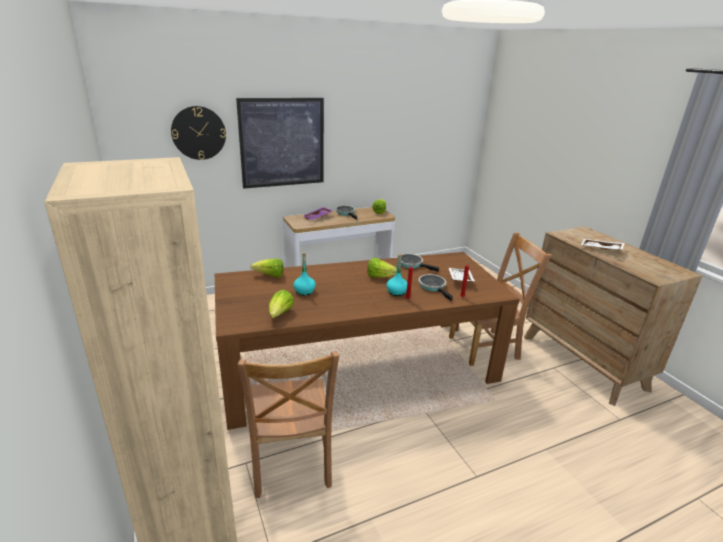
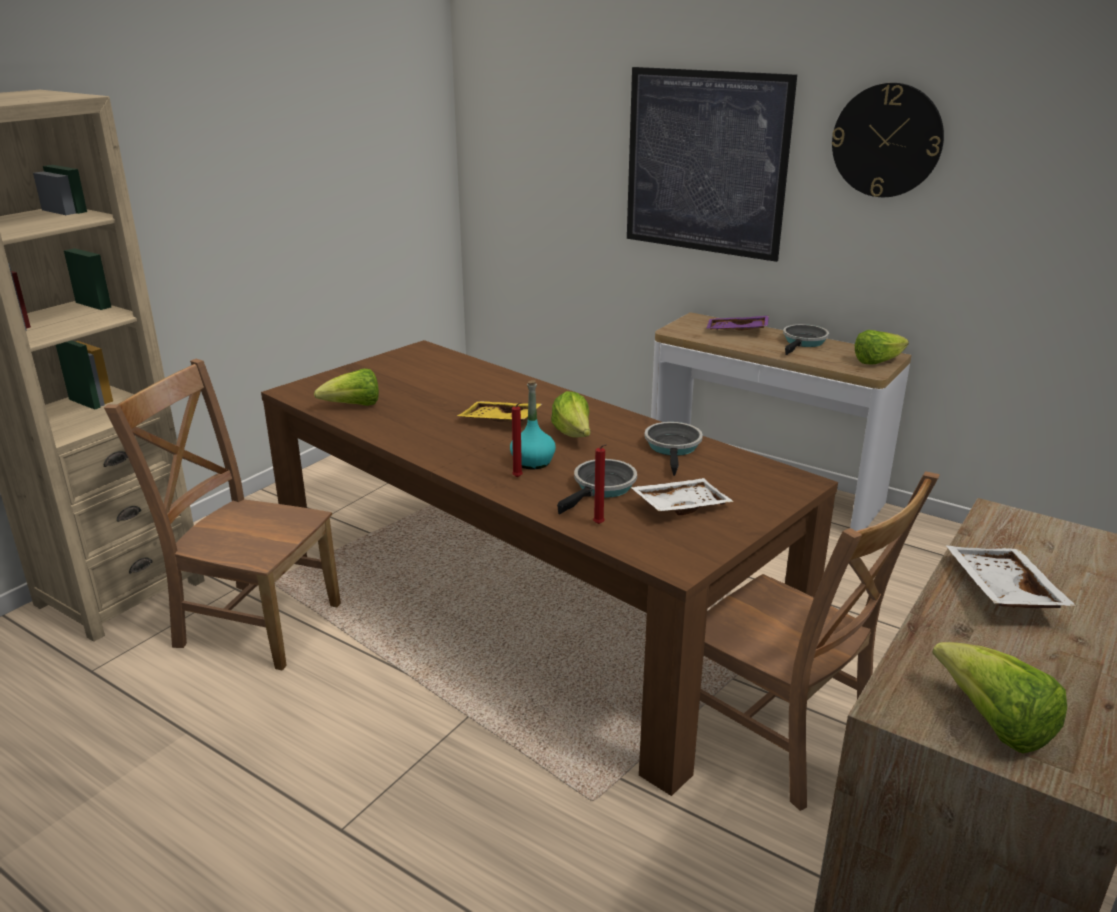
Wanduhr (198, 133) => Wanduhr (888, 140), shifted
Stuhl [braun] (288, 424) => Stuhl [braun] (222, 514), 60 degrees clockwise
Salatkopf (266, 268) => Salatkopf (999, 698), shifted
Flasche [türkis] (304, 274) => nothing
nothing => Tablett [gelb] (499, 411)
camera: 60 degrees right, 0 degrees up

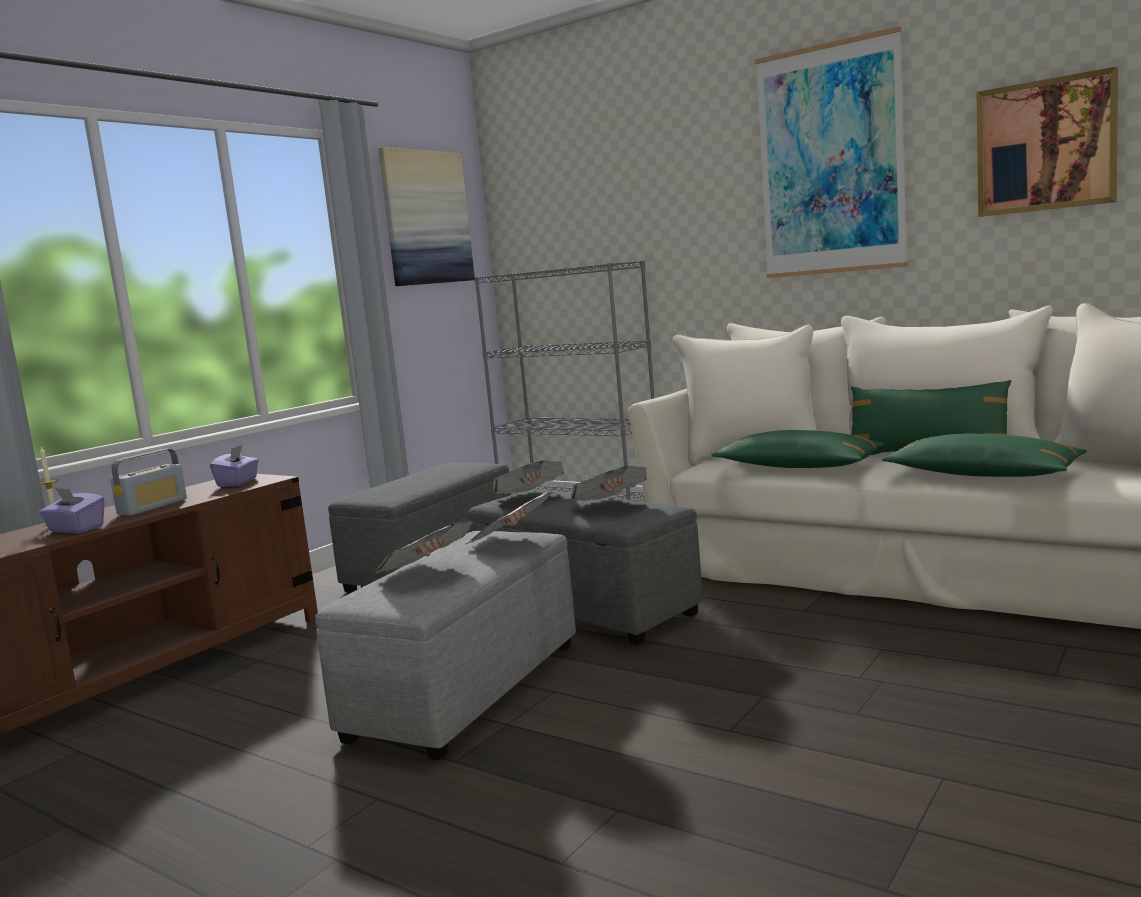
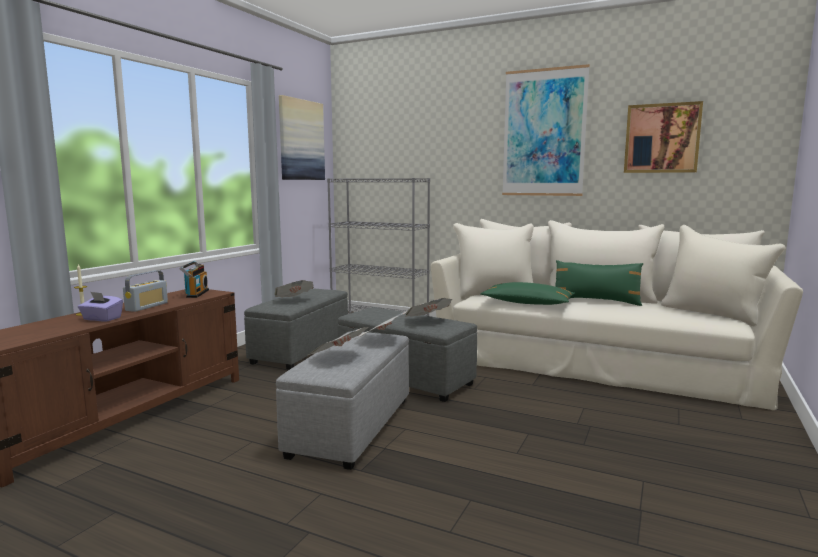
Taschentuchbox [lila] (234, 465) => Radio (194, 279)
Zeitung (528, 477) => Zeitung (294, 288), shifted
Kissen [grün] (984, 455) => nothing
camera: 10 degrees left, 0 degrees up

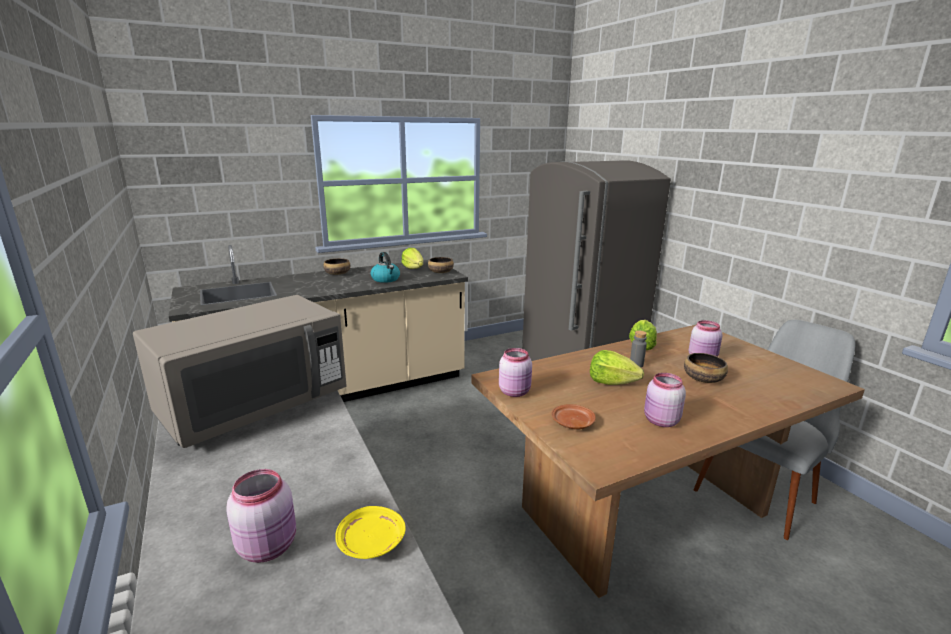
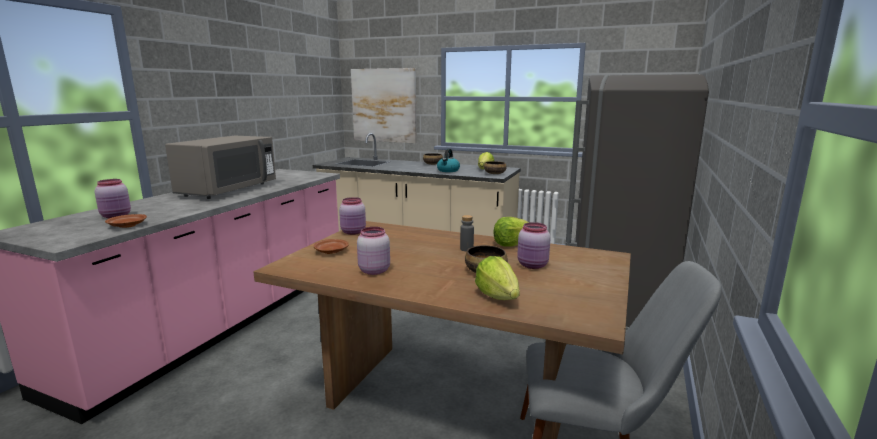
Mikrowelle [grau] (240, 371) => Mikrowelle [grau] (220, 167), 75 degrees counterclockwise
Teller [gelb] (370, 532) => Teller [braun] (126, 221)
Salatkopf (617, 367) => Salatkopf (497, 278), shifted
nothing => Bild (384, 105)
camera: 50 degrees right, 5 degrees down

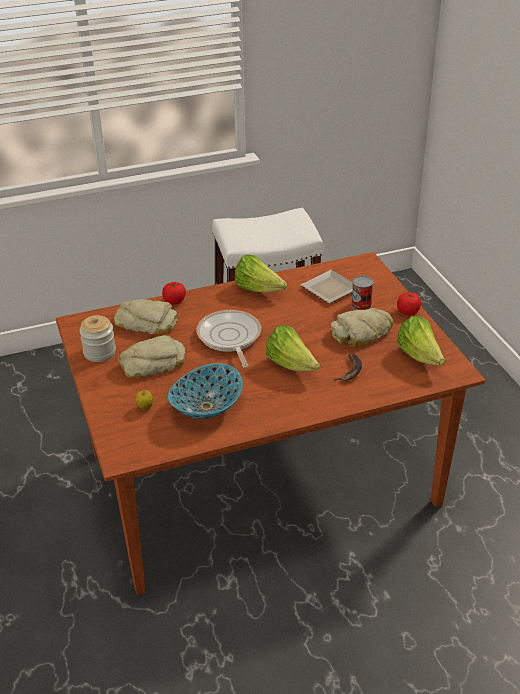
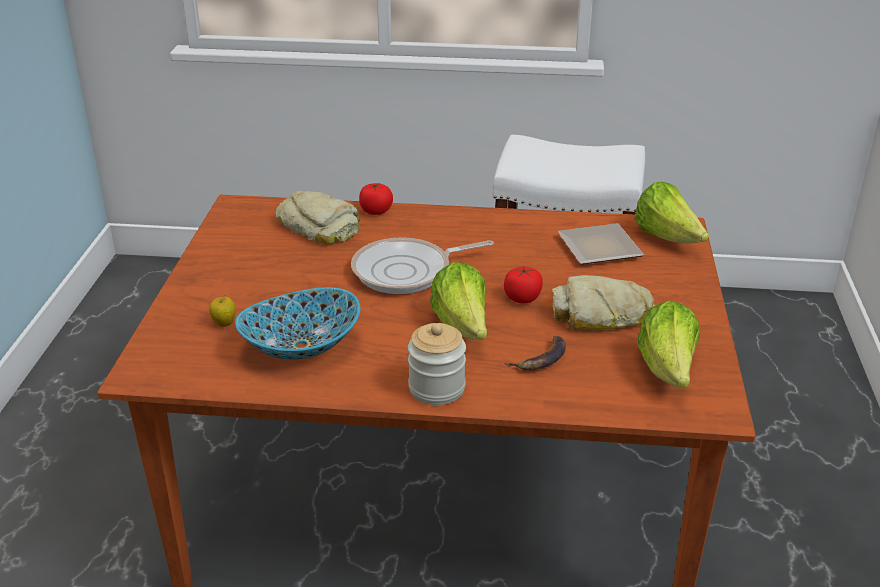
Vorratsglas (97, 338) => Vorratsglas (437, 364), shifted
Brot (151, 356) => nothing
Pfanne (228, 339) => Pfanne (422, 265), 120 degrees counterclockwise
Salatkopf (261, 273) => Salatkopf (671, 212), shifted
Dose (362, 293) => nothing
Tomate (409, 303) => Tomate (523, 285), shifted
camera: 25 degrees right, 5 degrees down

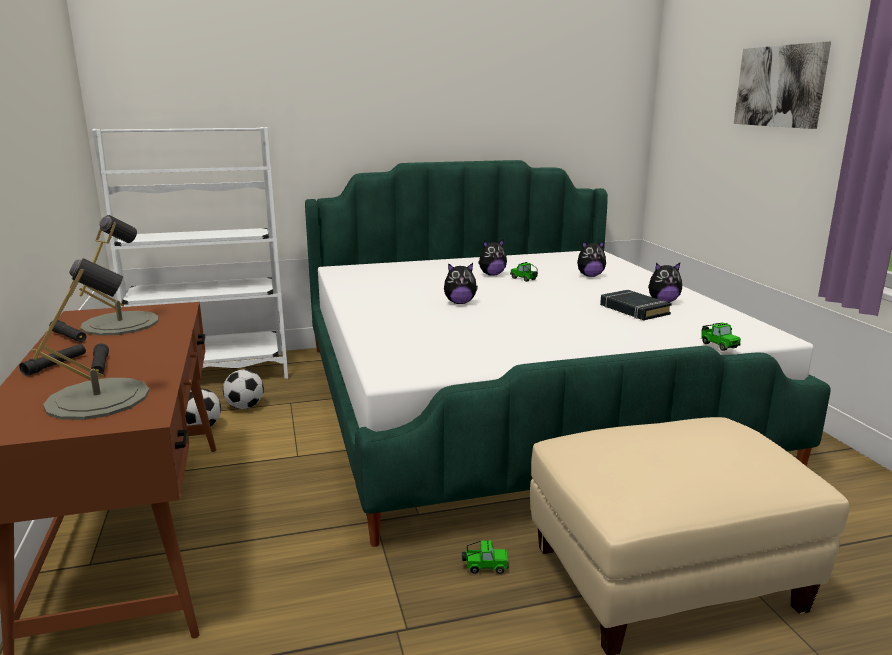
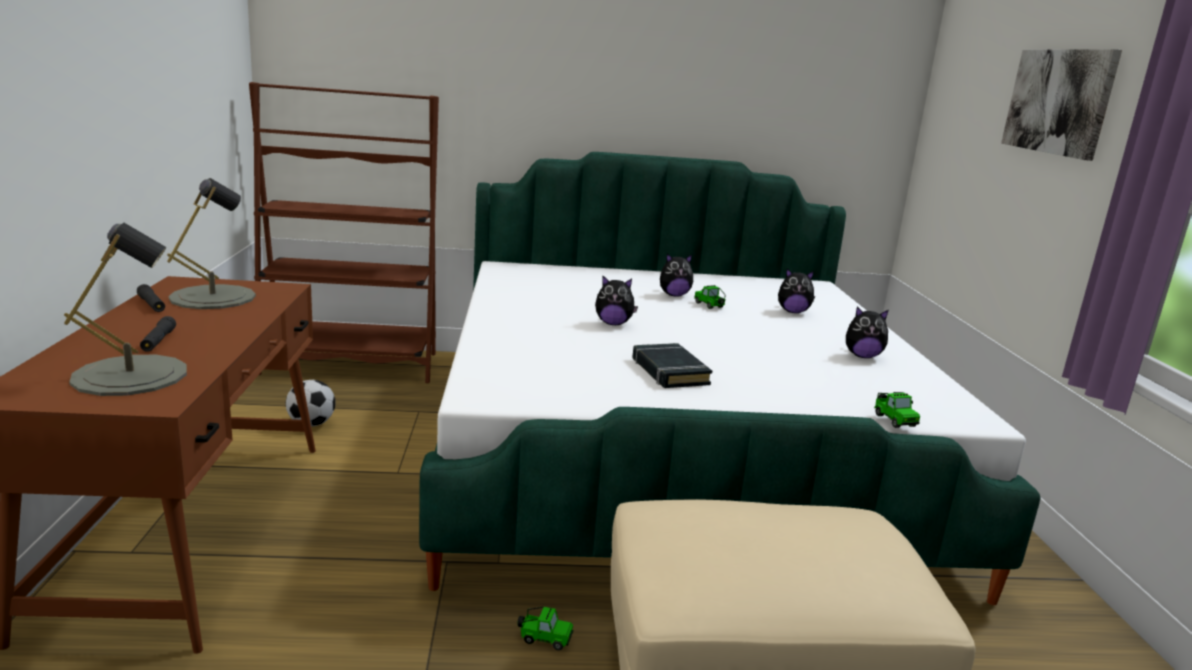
Taschenlampe [schwarz] (52, 360) => nothing
Bücherregal [weiß] (190, 253) => Bücherregal [braun] (344, 232)
Fußball (243, 389) => nothing
Buch [schwarz] (636, 305) => Buch [schwarz] (672, 365), shifted
camera: 10 degrees right, 0 degrees up

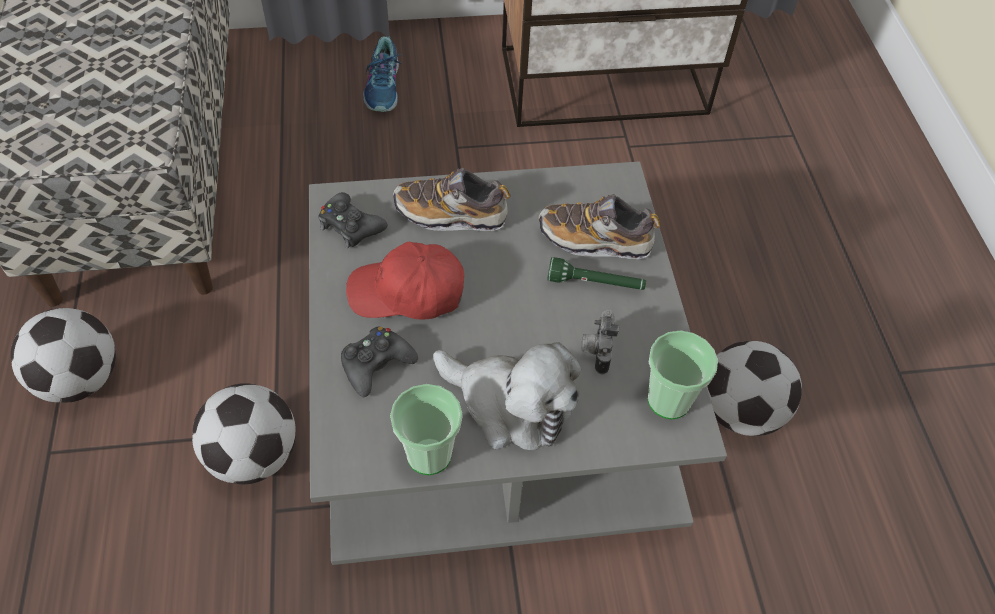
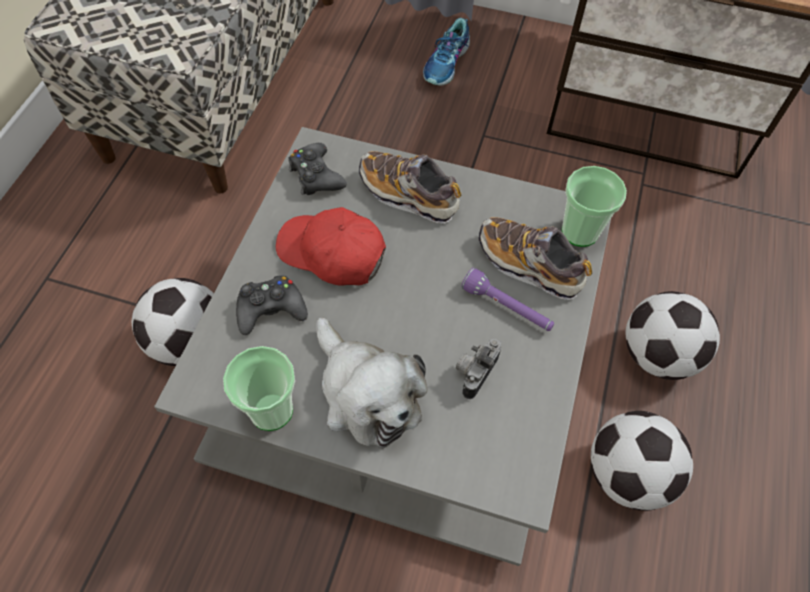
Fußball (63, 355) => Fußball (673, 335), shifted
Taschenlampe [grün] (596, 273) => Taschenlampe [lila] (507, 299)
Tasse (682, 375) => Tasse (594, 206), shifted
camera: 25 degrees right, 5 degrees up

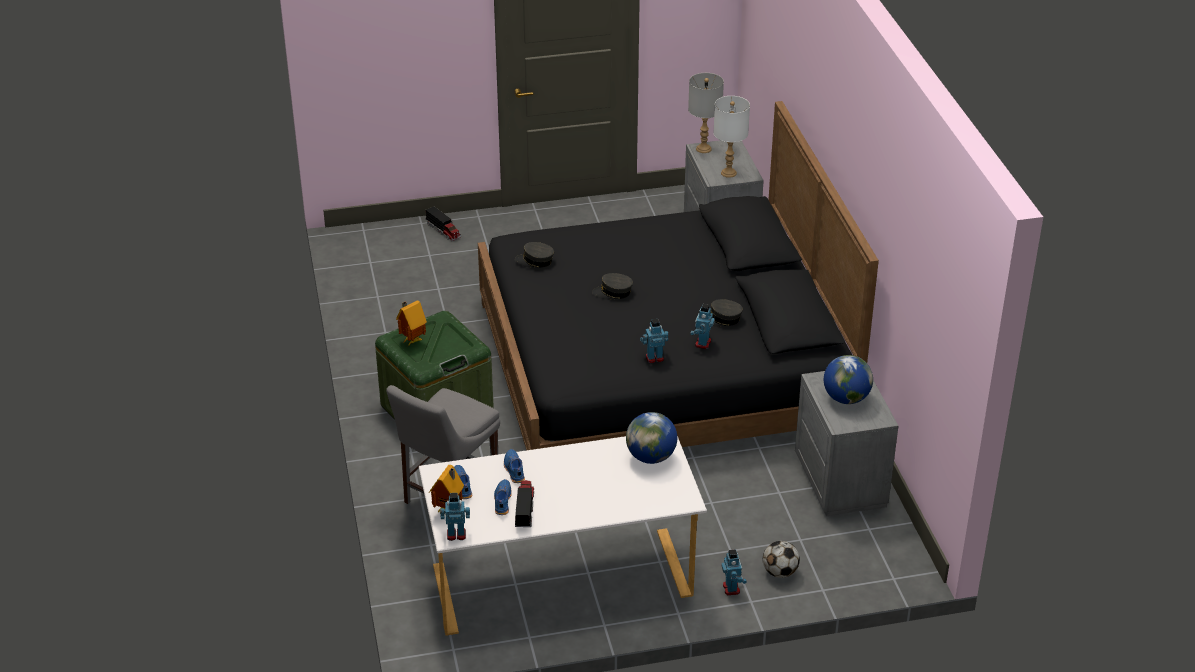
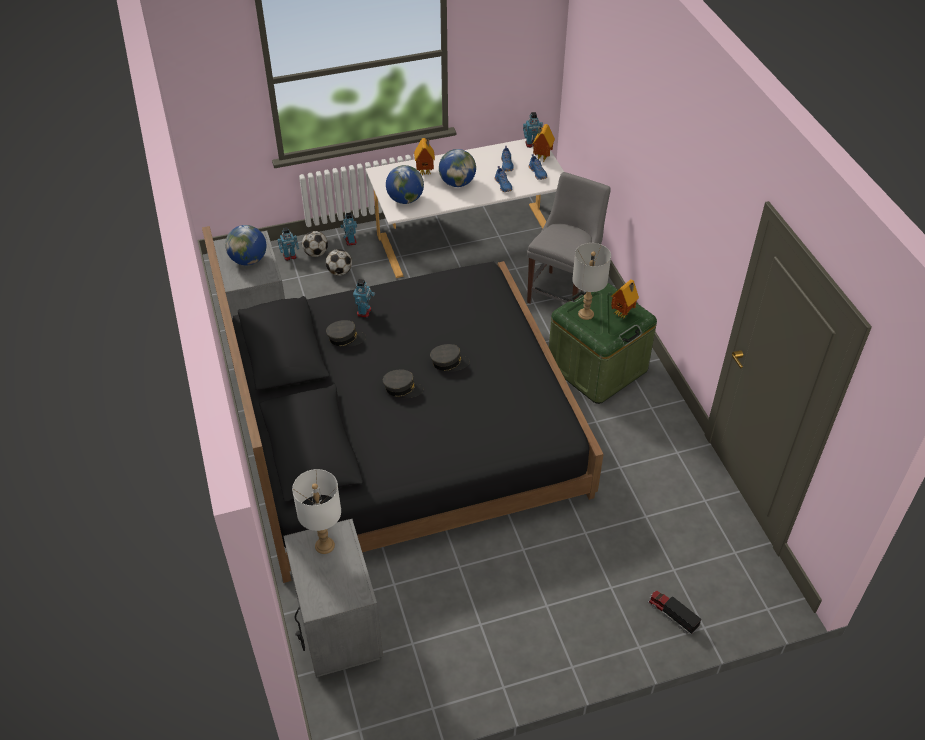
Kappe [grau] (534, 255) => Kappe [grau] (403, 384), shifted
Spielzeuglaster (524, 503) => nothing
Spielzeugroboter (654, 341) => Spielzeugroboter (288, 244), shifted
Tischlampe [grau] (706, 113) => Tischlampe [grau] (591, 281), shifted
nothing => Fußball (339, 262)
nothing => Spielzeughaus (424, 157)
nothing => Globus (457, 168)
camera: 175 degrees right, 10 degrees up

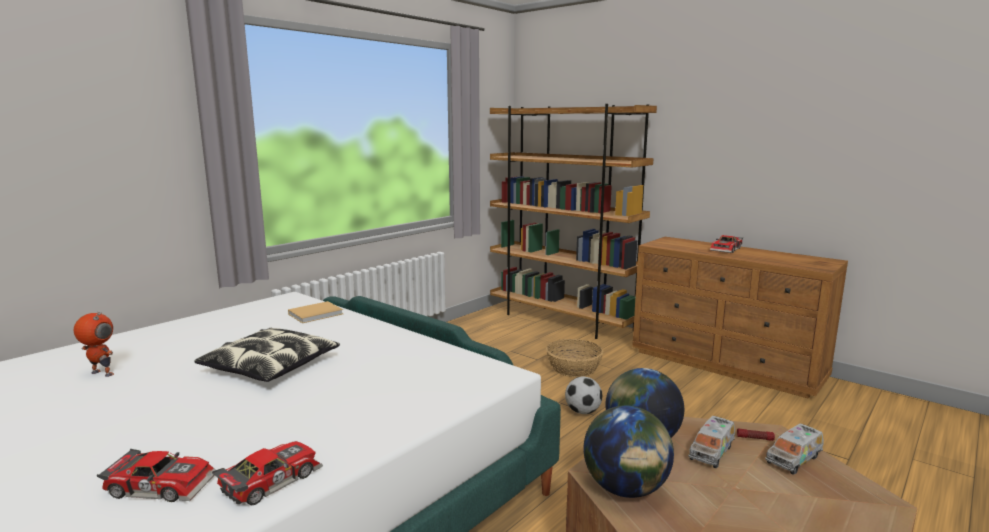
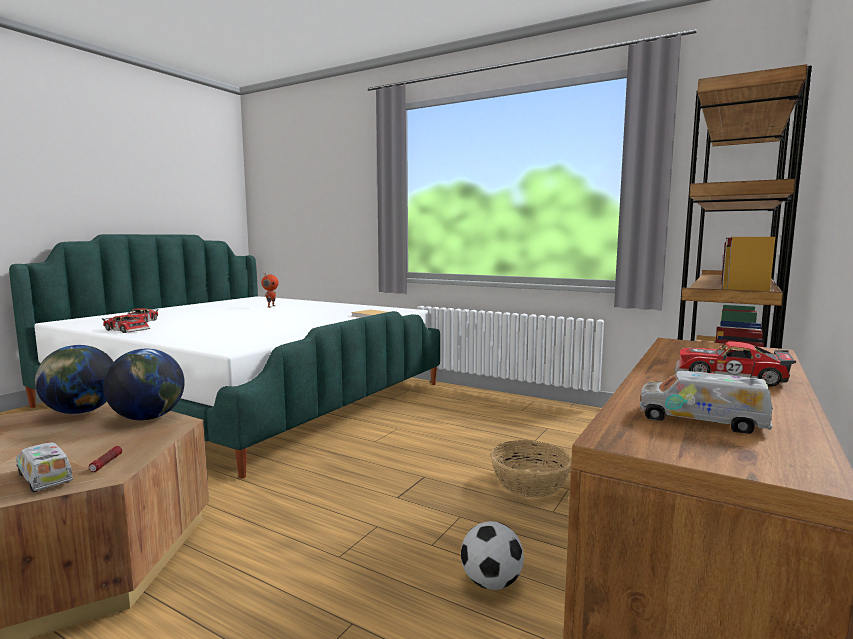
Kissen (267, 355) => nothing
Fußball (583, 395) => Fußball (492, 555), shifted
Spielzeuglaster (711, 442) => Spielzeuglaster (706, 402), shifted
camera: 80 degrees right, 5 degrees down

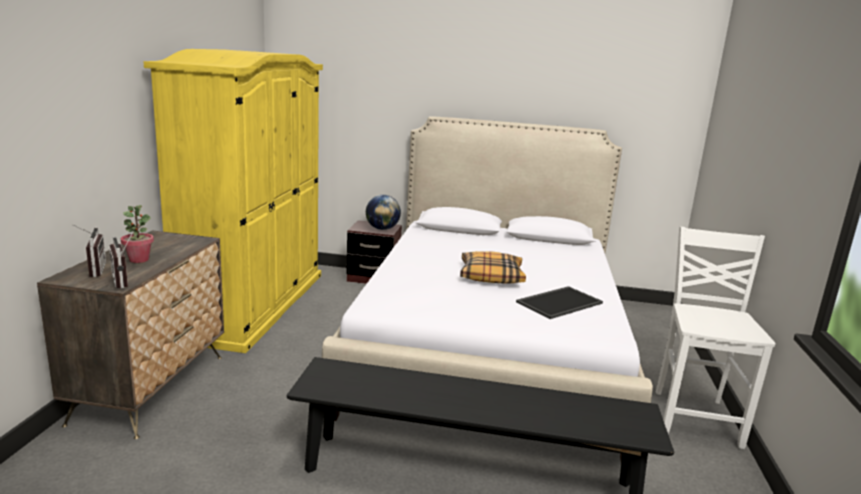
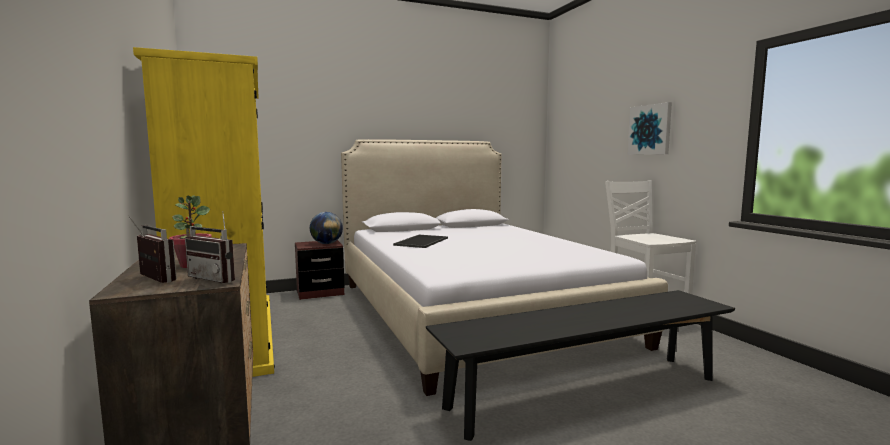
Kissen (493, 267) => nothing
Tablett (559, 302) => Tablett (420, 241), shifted
nothing => Bild (650, 128)
camera: 30 degrees left, 10 degrees down

